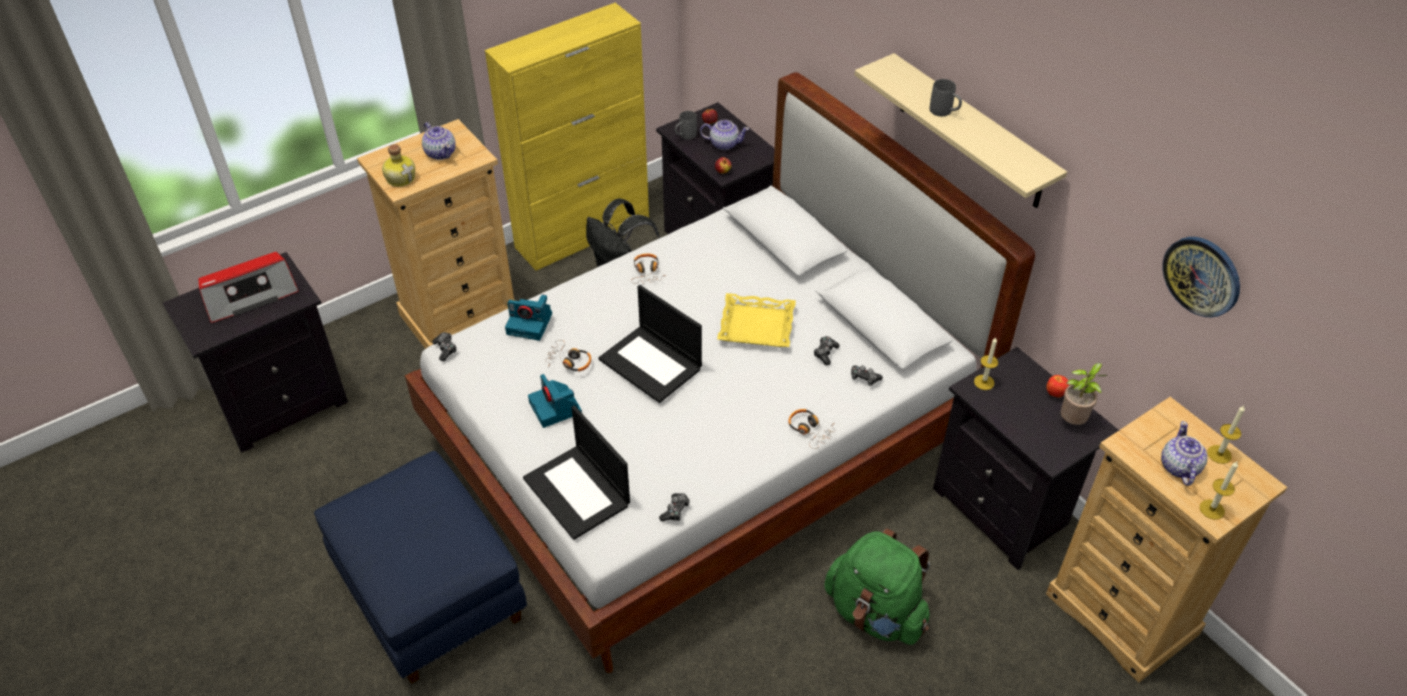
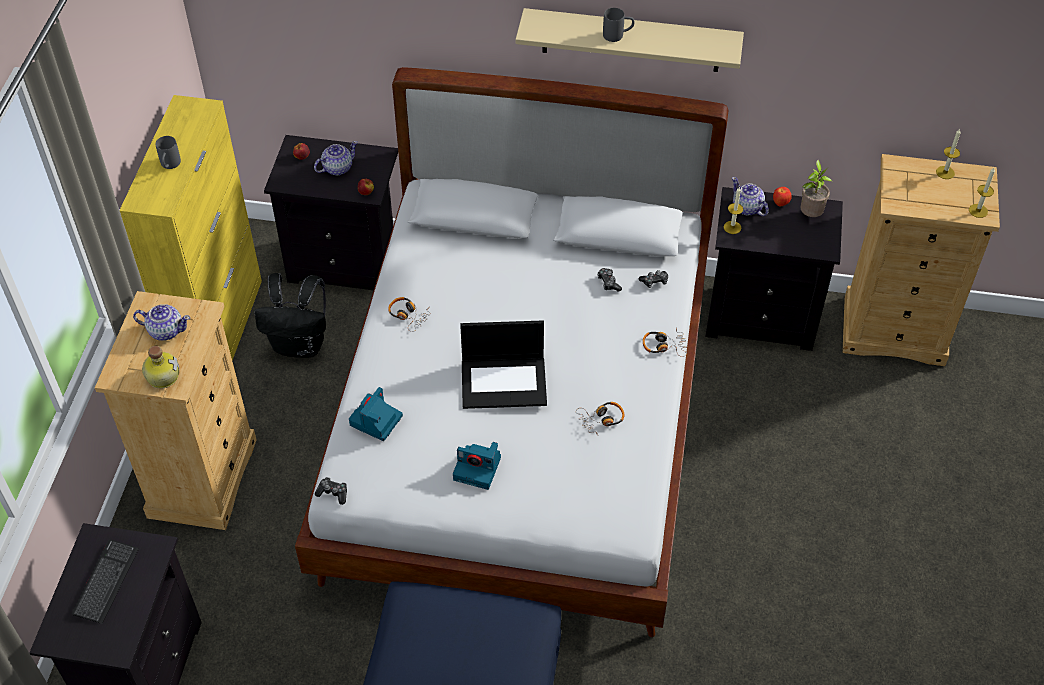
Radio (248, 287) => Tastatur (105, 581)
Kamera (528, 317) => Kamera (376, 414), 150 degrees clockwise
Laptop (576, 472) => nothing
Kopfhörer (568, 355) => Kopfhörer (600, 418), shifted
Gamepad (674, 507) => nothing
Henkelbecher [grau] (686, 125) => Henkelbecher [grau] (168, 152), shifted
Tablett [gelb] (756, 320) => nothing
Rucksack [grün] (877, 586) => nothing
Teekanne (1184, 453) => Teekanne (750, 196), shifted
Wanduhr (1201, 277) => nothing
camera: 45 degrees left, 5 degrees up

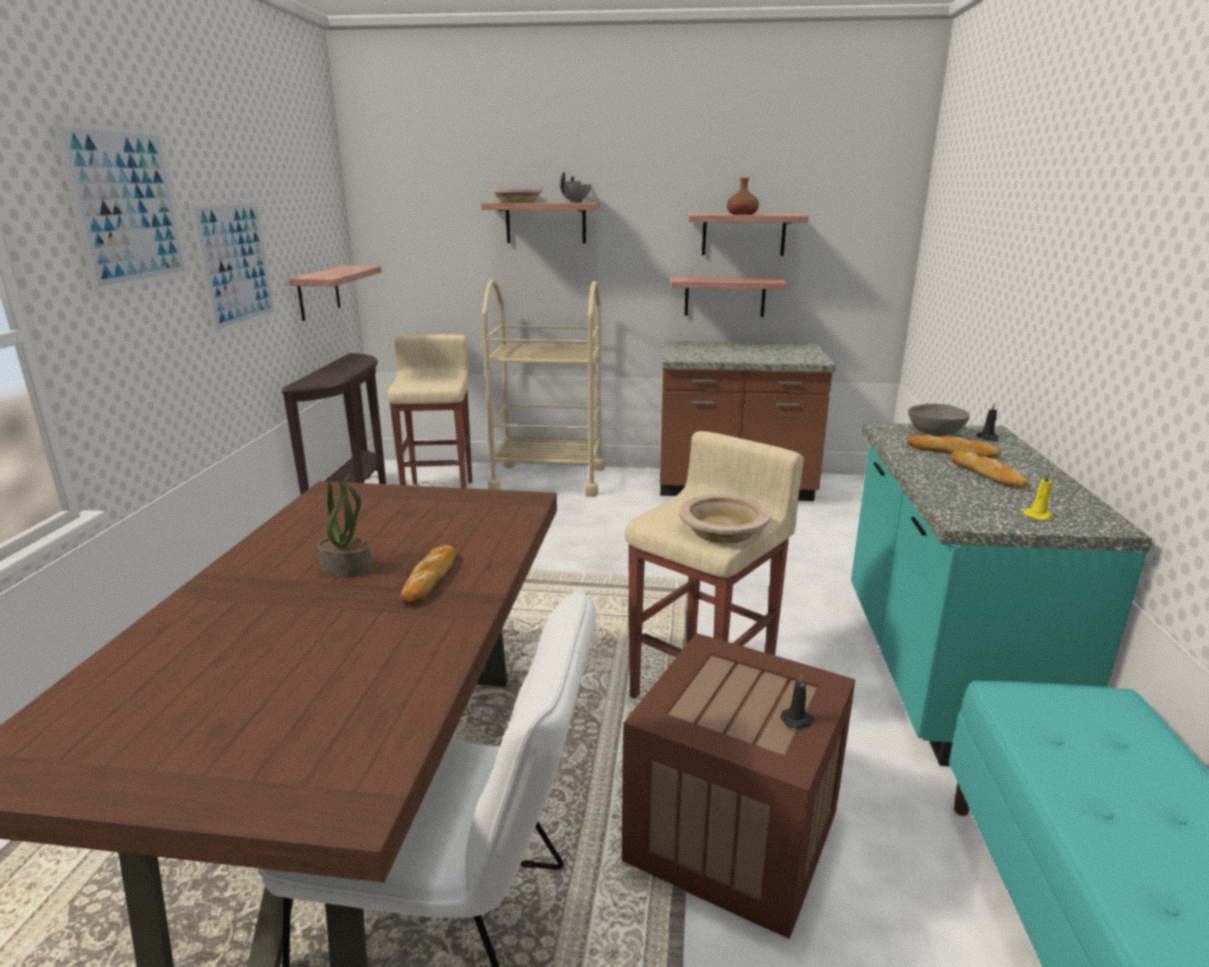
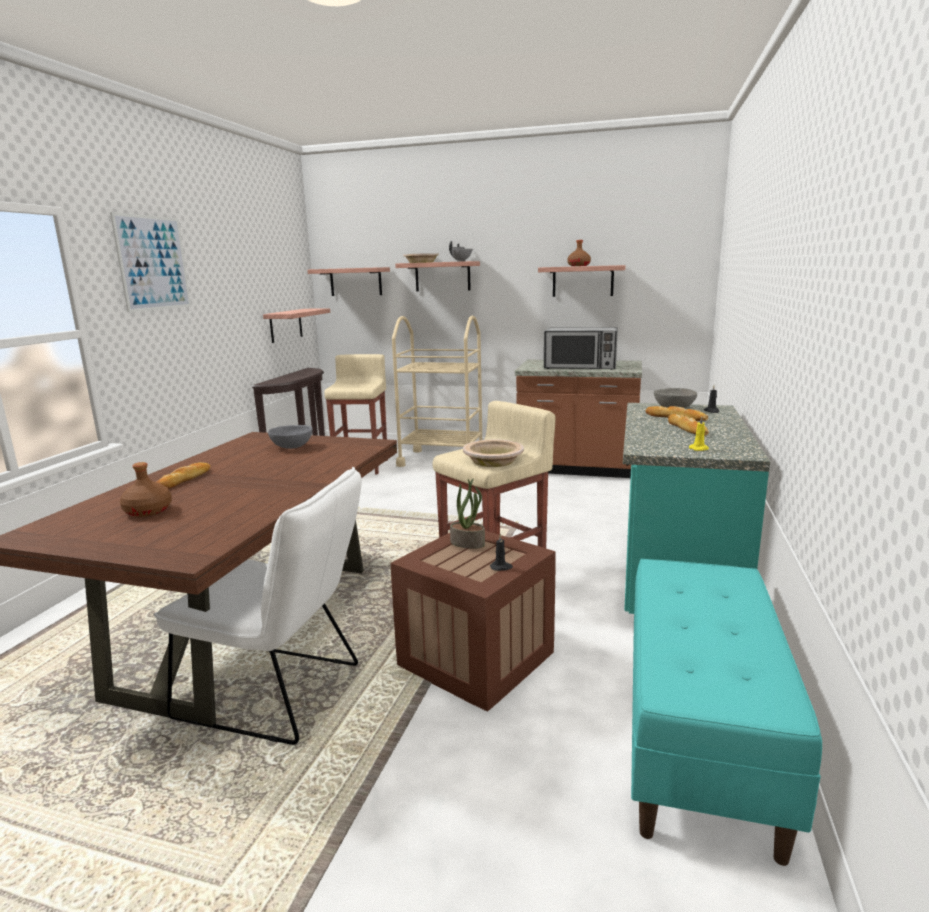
Bild (233, 267) => nothing
Topfpflanze (344, 525) => Topfpflanze (467, 514), shifted
Brot (428, 575) => Brot (184, 475), shifted
Wandregal (729, 296) => Wandregal (348, 281), shifted
nothing => Flasche [braun] (146, 489)
nothing => Schüssel [grau] (290, 437)
nothing => Mikrowelle (581, 348)
camera: 10 degrees right, 5 degrees down

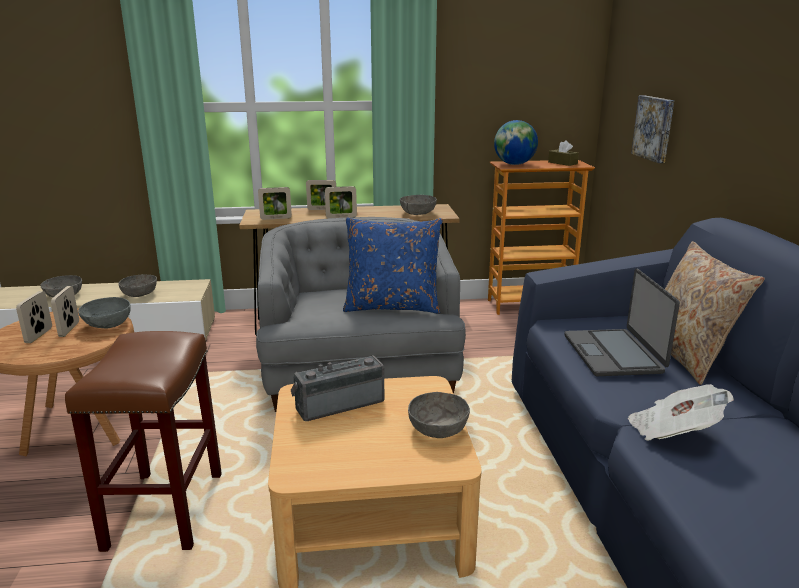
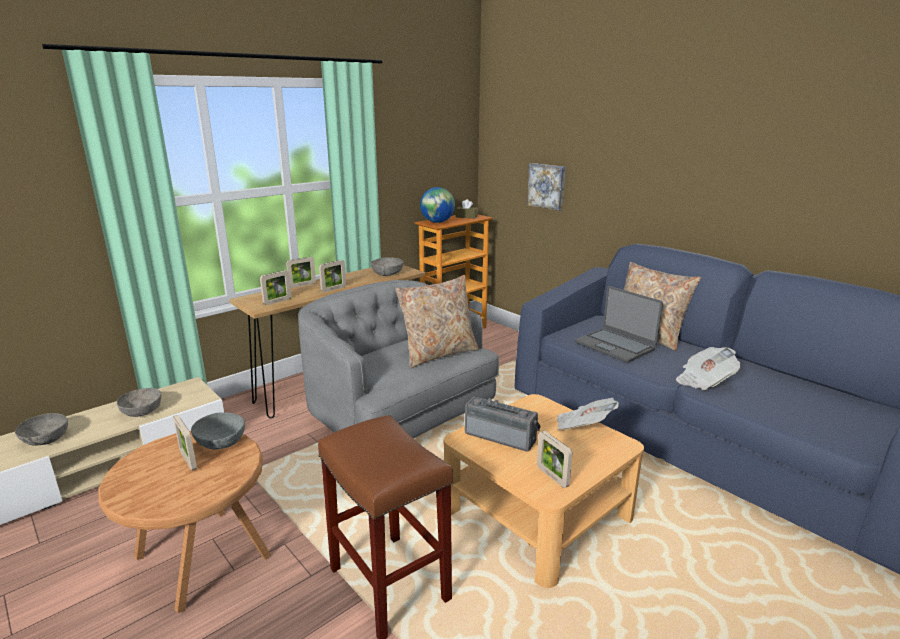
Bilderrahmen (34, 317) => Bilderrahmen (554, 459), shifted
Radio (337, 388) => Radio (503, 423), 90 degrees clockwise
Kissen [blau] (393, 266) => Kissen [beige] (437, 321)
Schüssel [grau] (439, 415) => Zeitung (588, 414)
camera: 35 degrees left, 0 degrees up

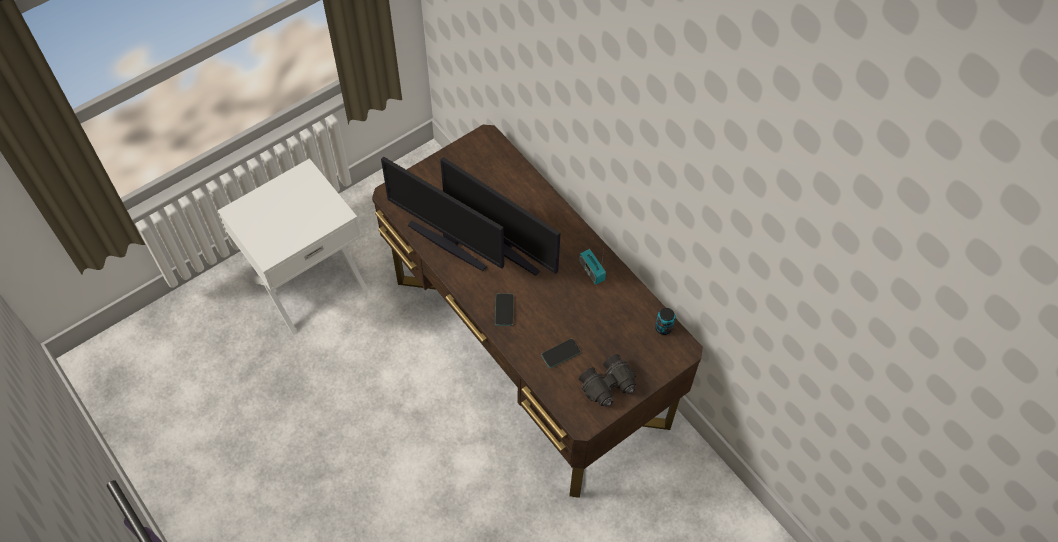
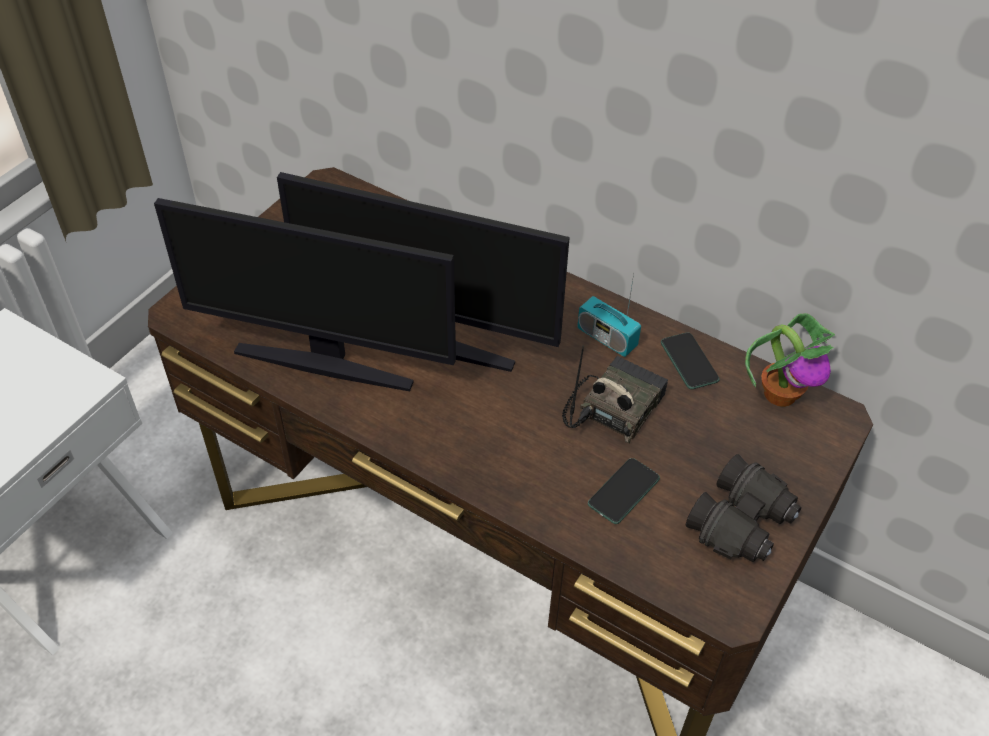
Handy (504, 309) => Handy (690, 360), shifted
Dose (665, 321) => Topfpflanze (790, 360)
nothing => Radio (615, 395)
camera: 20 degrees left, 10 degrees down

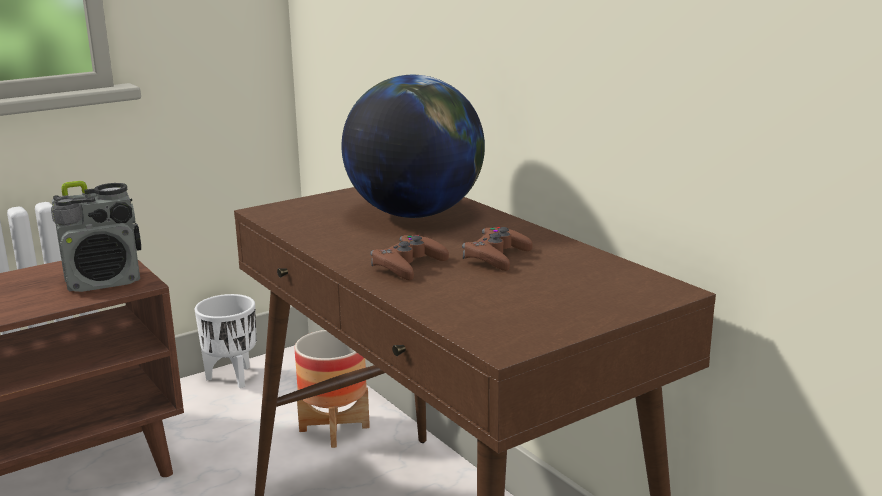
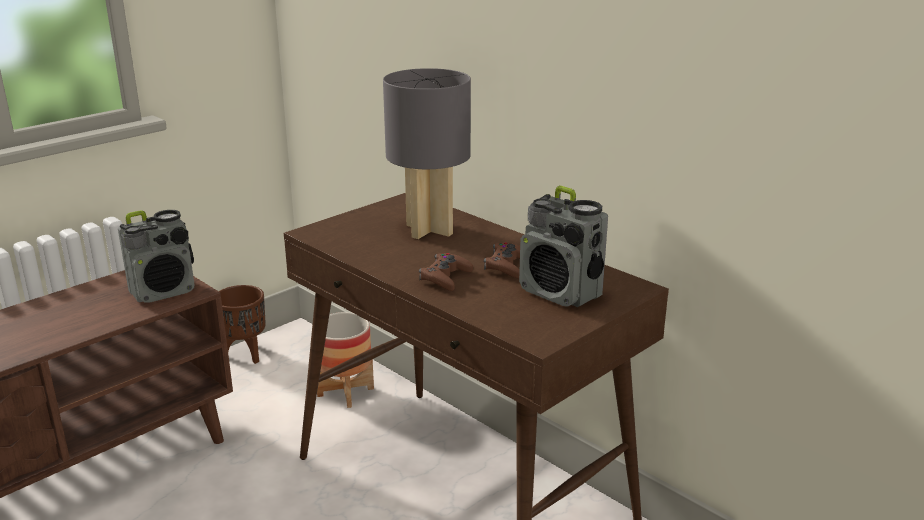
Pflanzkübel [weiß] (226, 341) => Pflanzkübel [braun] (242, 324)
Globus (413, 146) => Tischlampe [grau] (427, 153)
nothing => Radio (563, 246)
camera: 10 degrees left, 5 degrees up

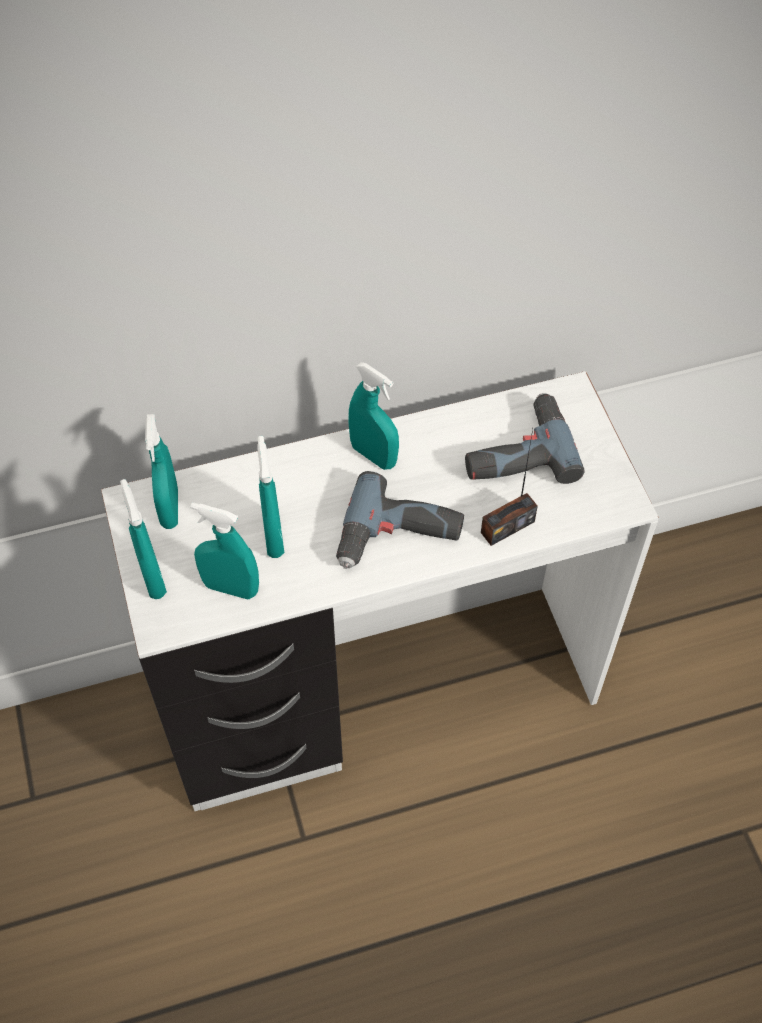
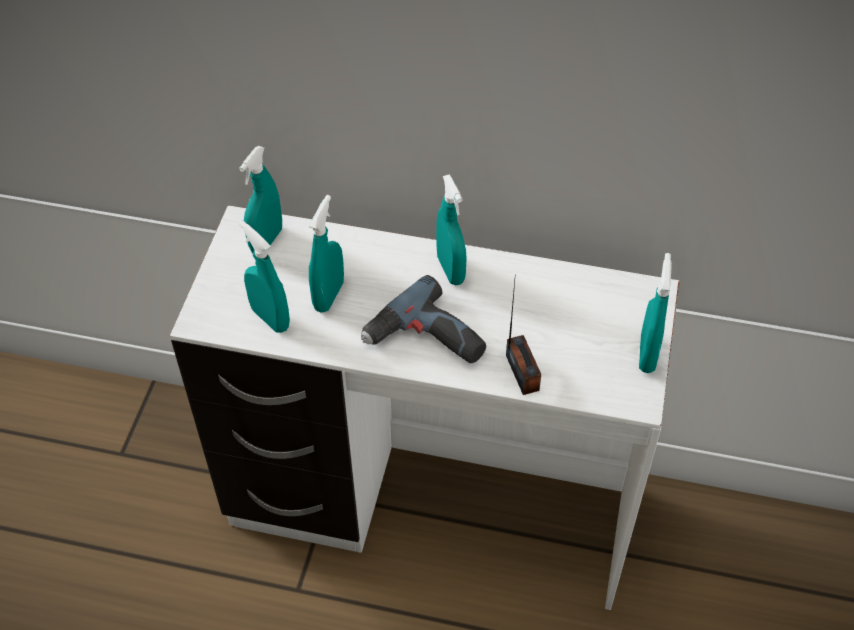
Sprühflasche [türkis] (143, 539) => Sprühflasche [türkis] (655, 313), shifted
Bohrmaschine (524, 438) => nothing
Radio (509, 487) => Radio (523, 338), 105 degrees counterclockwise
camera: 30 degrees right, 5 degrees down

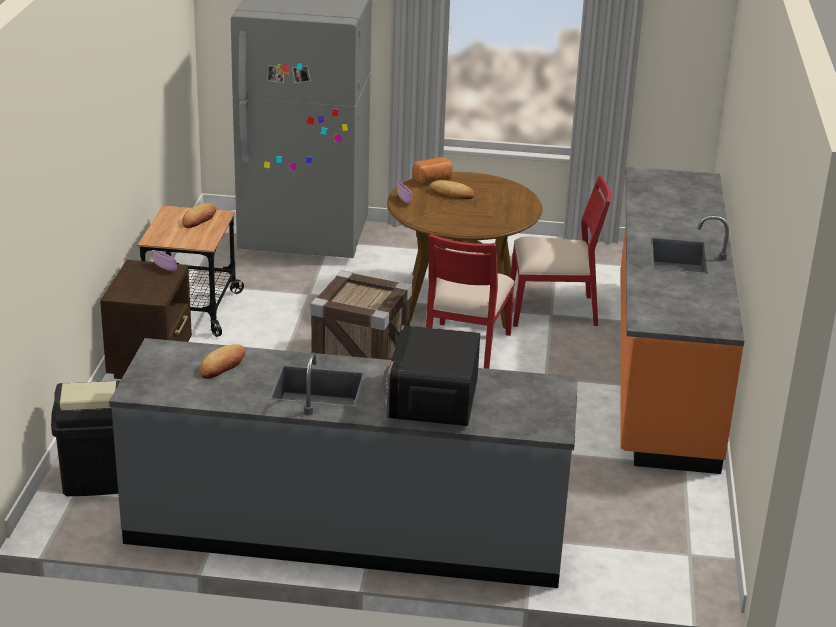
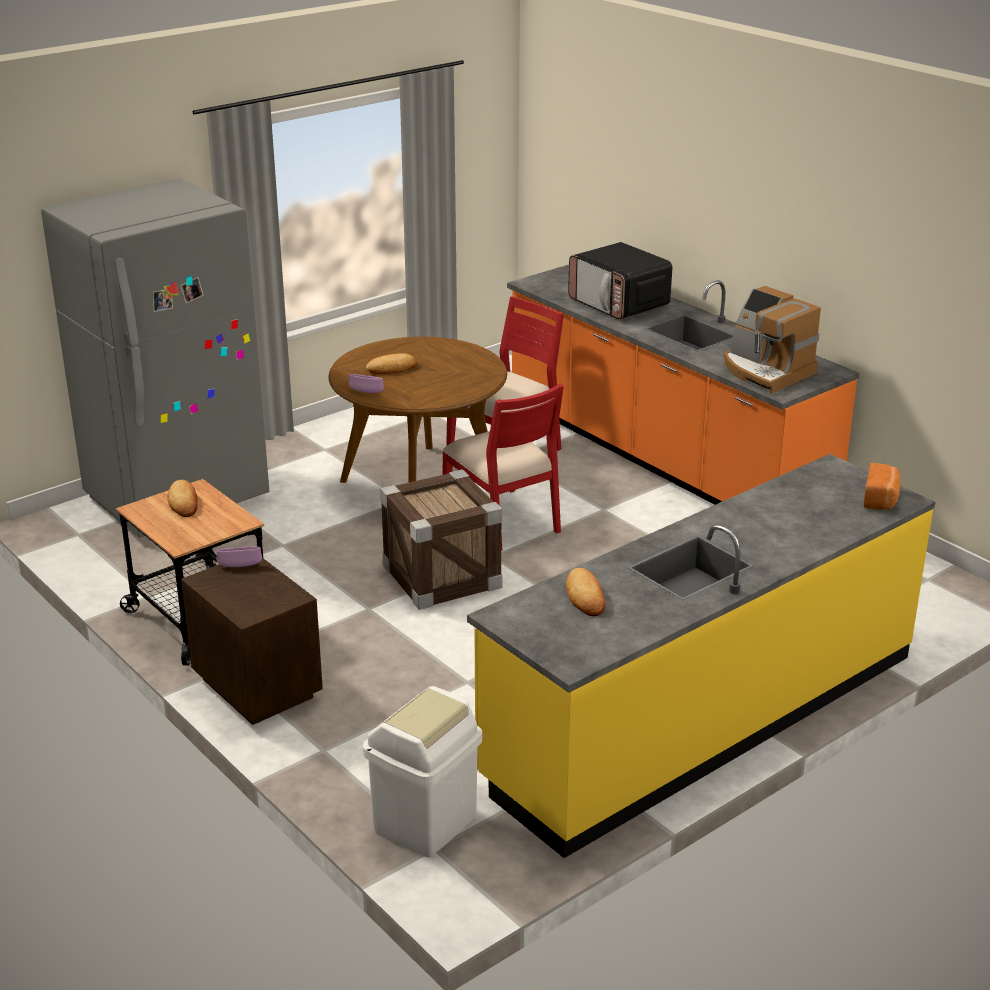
Mülleimer [schwarz] (85, 438) => Mülleimer [weiß] (422, 771)
Küchenzeile [grau] (343, 463) => Küchenzeile [gelb] (701, 656)
Mikrowelle (431, 375) => Mikrowelle (620, 280), shifted
Brot (432, 170) => Brot (882, 486), shifted
nothing => Kaffeemaschine (772, 340)
camera: 45 degrees left, 0 degrees up

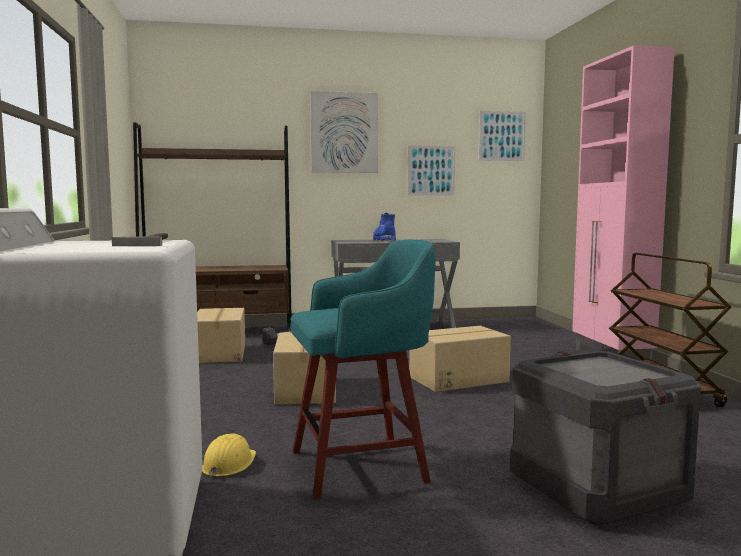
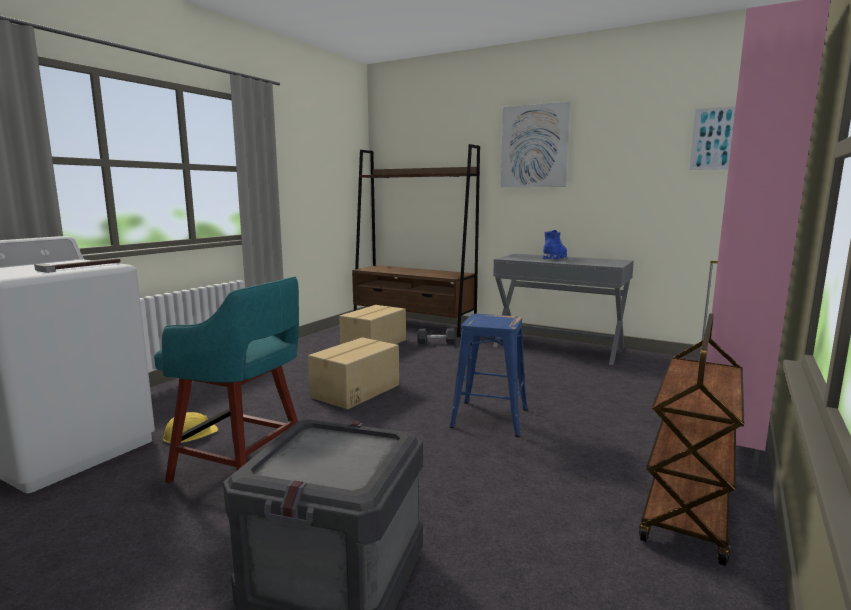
Bild (431, 170) => nothing
Karton (460, 359) => Hocker [blau] (488, 375)
camera: 40 degrees right, 5 degrees up

